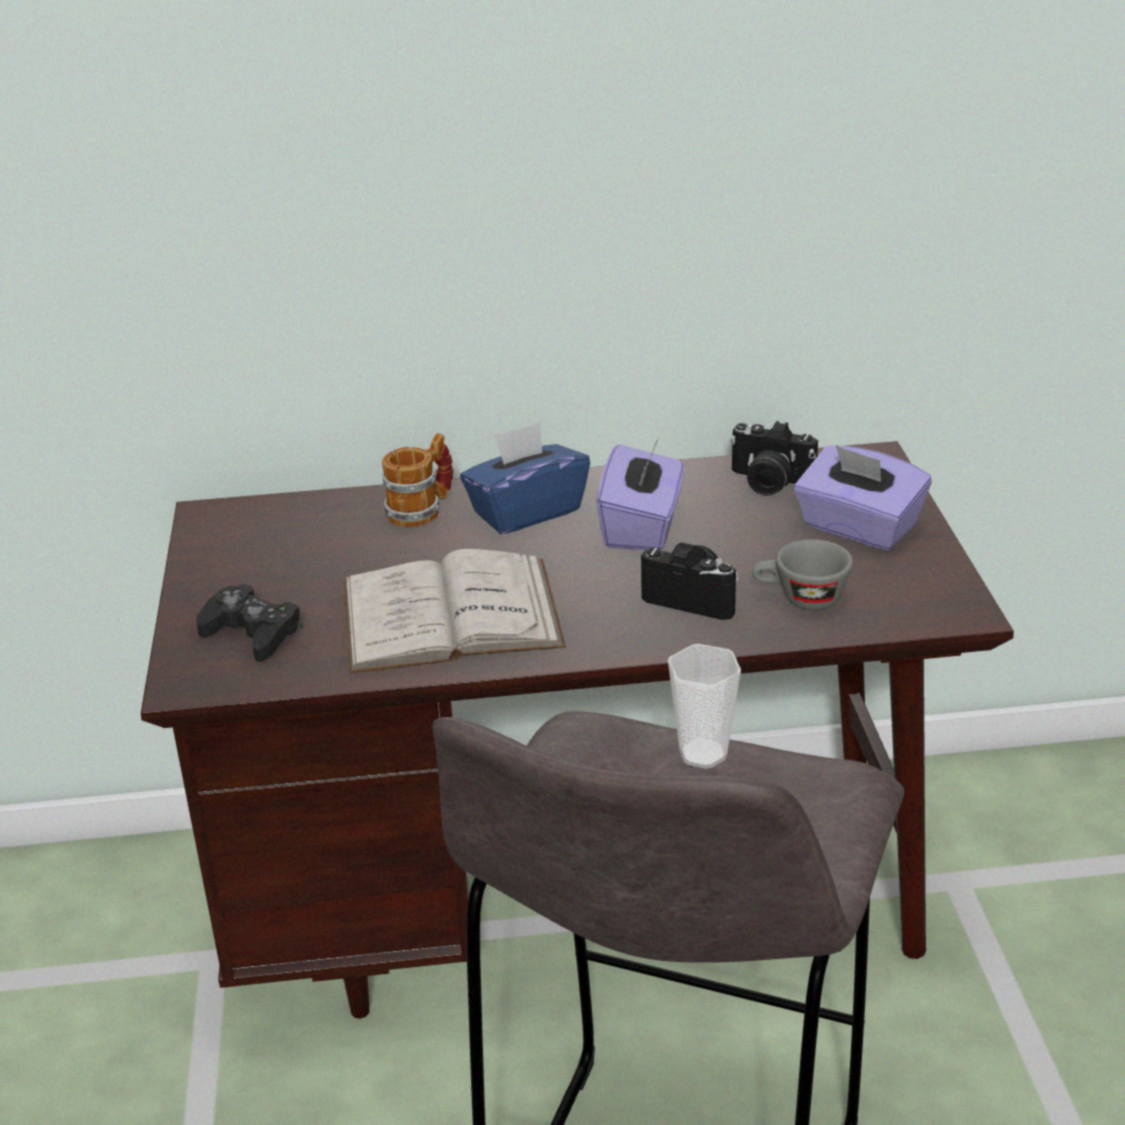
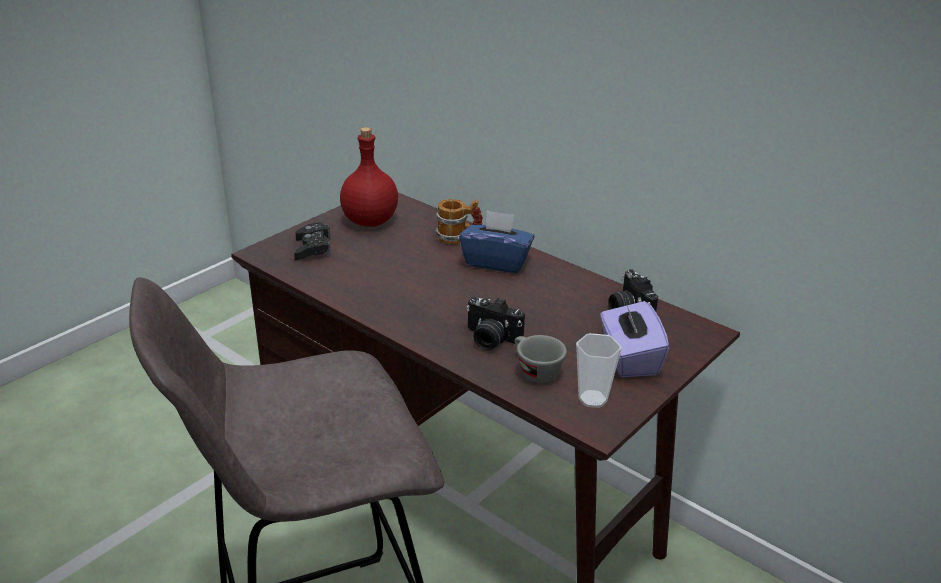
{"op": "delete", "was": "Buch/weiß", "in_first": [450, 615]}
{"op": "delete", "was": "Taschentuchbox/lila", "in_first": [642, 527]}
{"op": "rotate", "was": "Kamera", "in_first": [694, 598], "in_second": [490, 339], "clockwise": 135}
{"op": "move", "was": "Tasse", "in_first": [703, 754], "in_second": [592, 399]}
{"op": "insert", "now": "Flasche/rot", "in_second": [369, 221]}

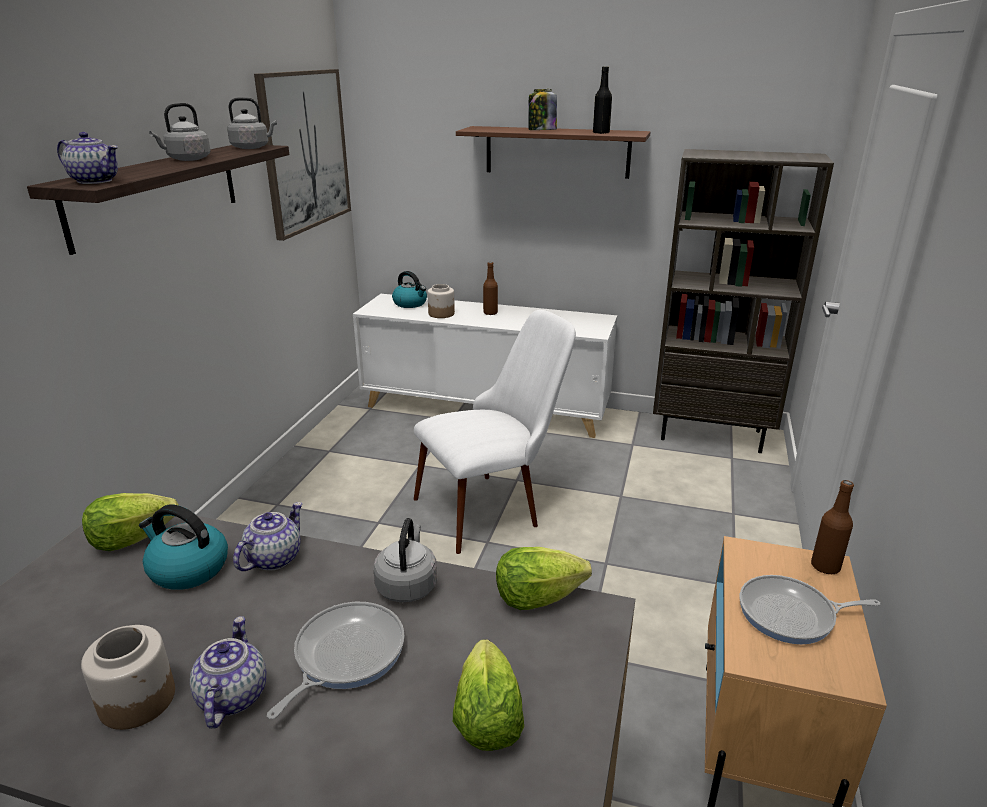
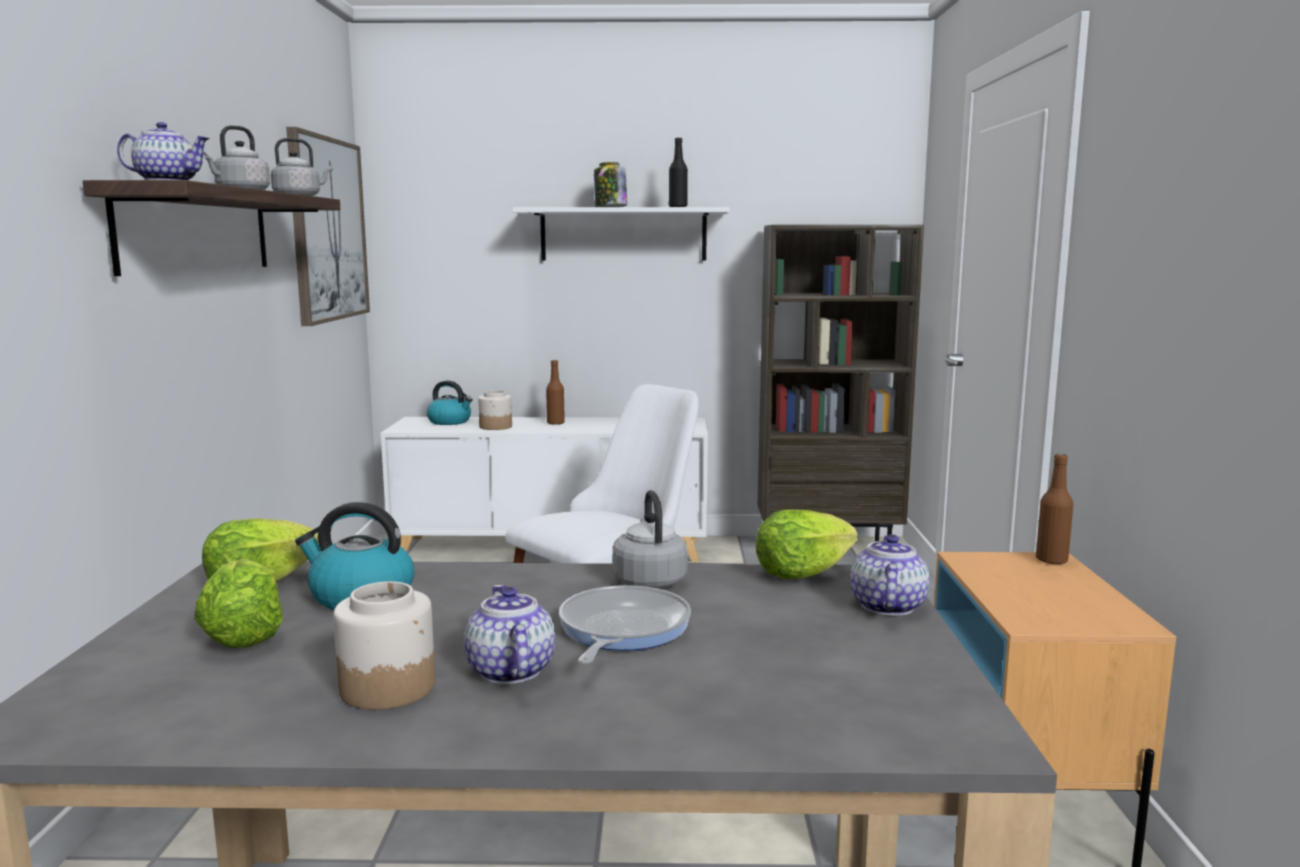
{"op": "move", "was": "Teekanne", "in_first": [274, 558], "in_second": [886, 606]}
{"op": "move", "was": "Salatkopf", "in_first": [487, 719], "in_second": [243, 636]}
{"op": "recolor", "was": "Wandregal/braun", "now": "Wandregal/weiß", "in_first": [557, 152], "in_second": [623, 234]}
{"op": "delete", "was": "Pfanne", "in_first": [791, 615]}

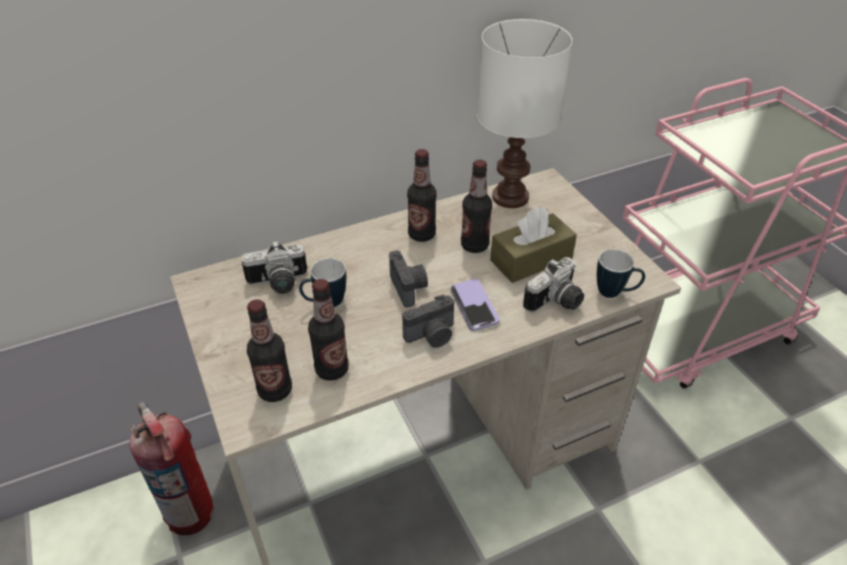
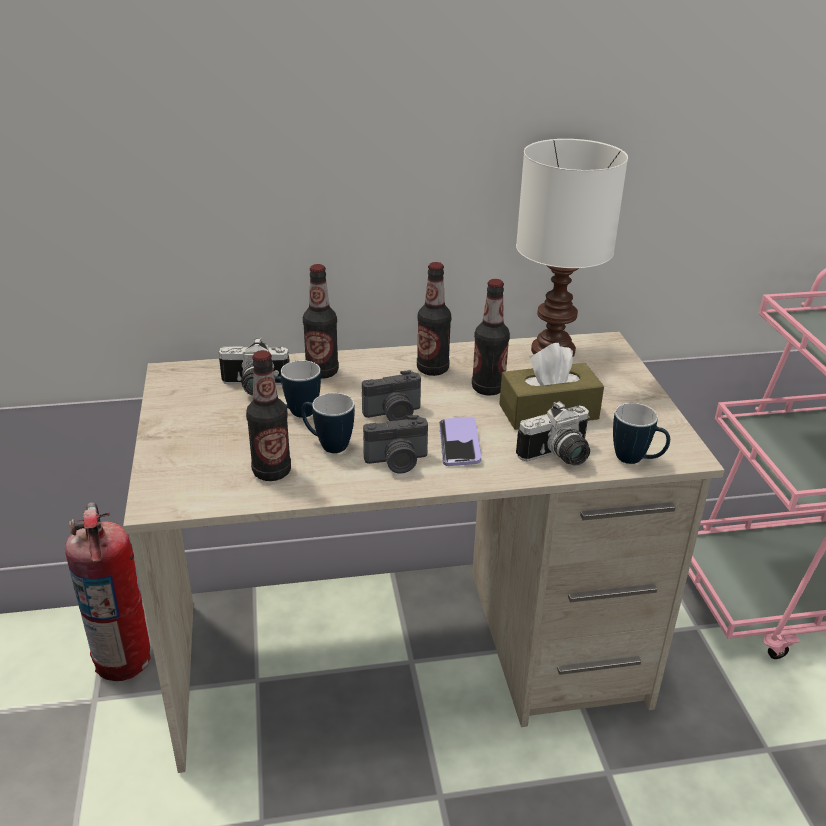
{"op": "move", "was": "Flasche", "in_first": [275, 390], "in_second": [322, 372]}
{"op": "rotate", "was": "Kamera", "in_first": [409, 288], "in_second": [394, 414], "clockwise": 75}
{"op": "insert", "now": "Henkelbecher", "in_second": [327, 445]}

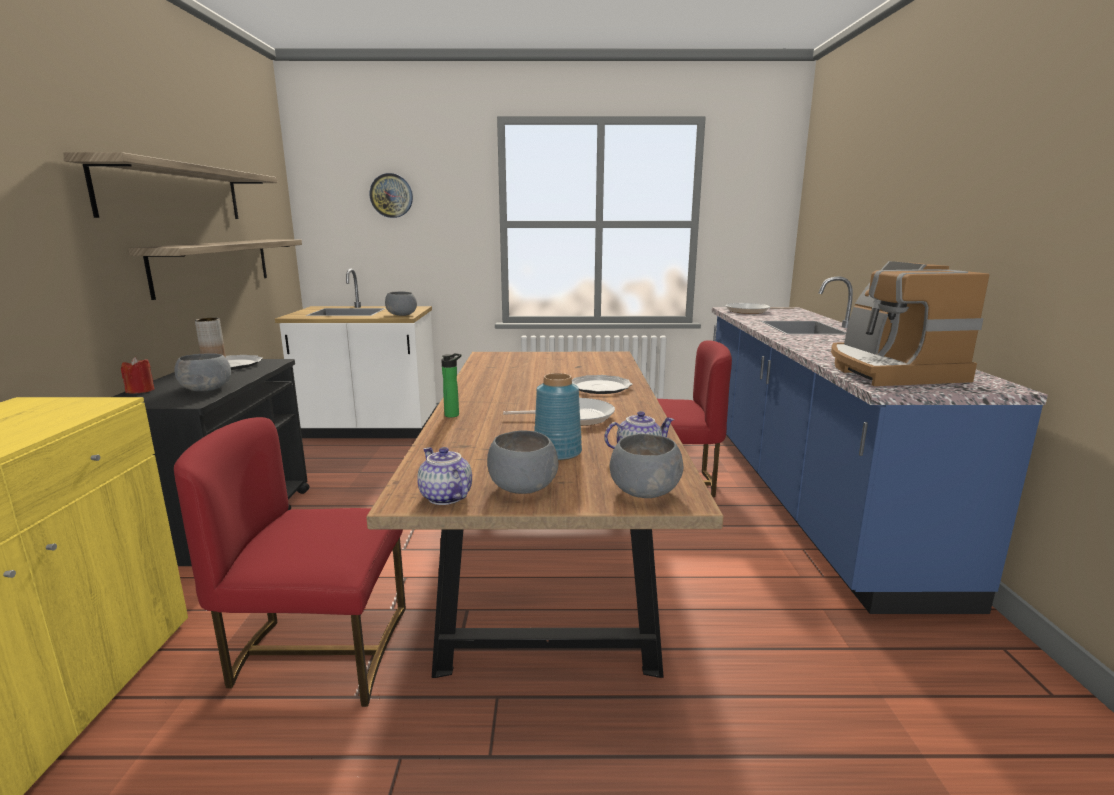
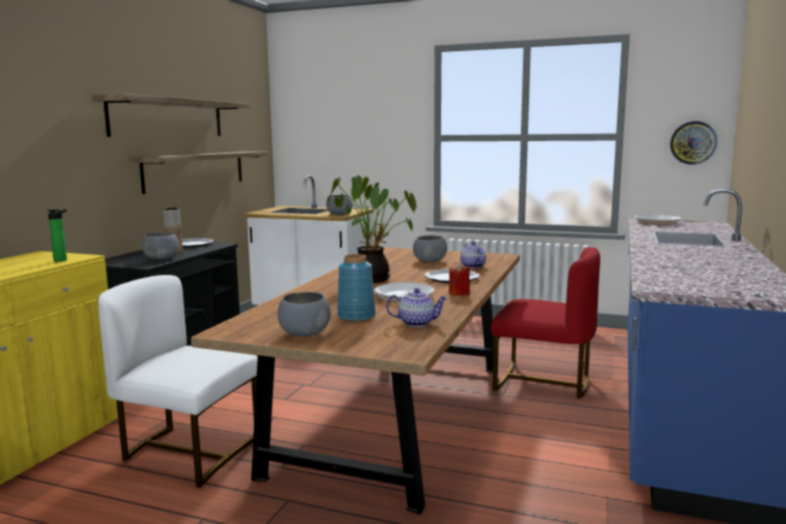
{"op": "move", "was": "Kerze/rot", "in_first": [141, 391], "in_second": [459, 293]}
{"op": "recolor", "was": "Stuhl/rot", "now": "Stuhl/weiß", "in_first": [319, 652], "in_second": [188, 451]}
{"op": "move", "was": "Wanduhr", "in_first": [391, 195], "in_second": [693, 143]}
{"op": "move", "was": "Teekanne", "in_first": [444, 497], "in_second": [472, 266]}
{"op": "move", "was": "Flasche", "in_first": [453, 414], "in_second": [62, 260]}
{"op": "move", "was": "Schüssel/grau", "in_first": [643, 492], "in_second": [429, 261]}
{"op": "delete", "was": "Kaffeemaschine", "in_first": [888, 370]}
{"op": "insert", "now": "Topfpflanze", "in_second": [373, 279]}

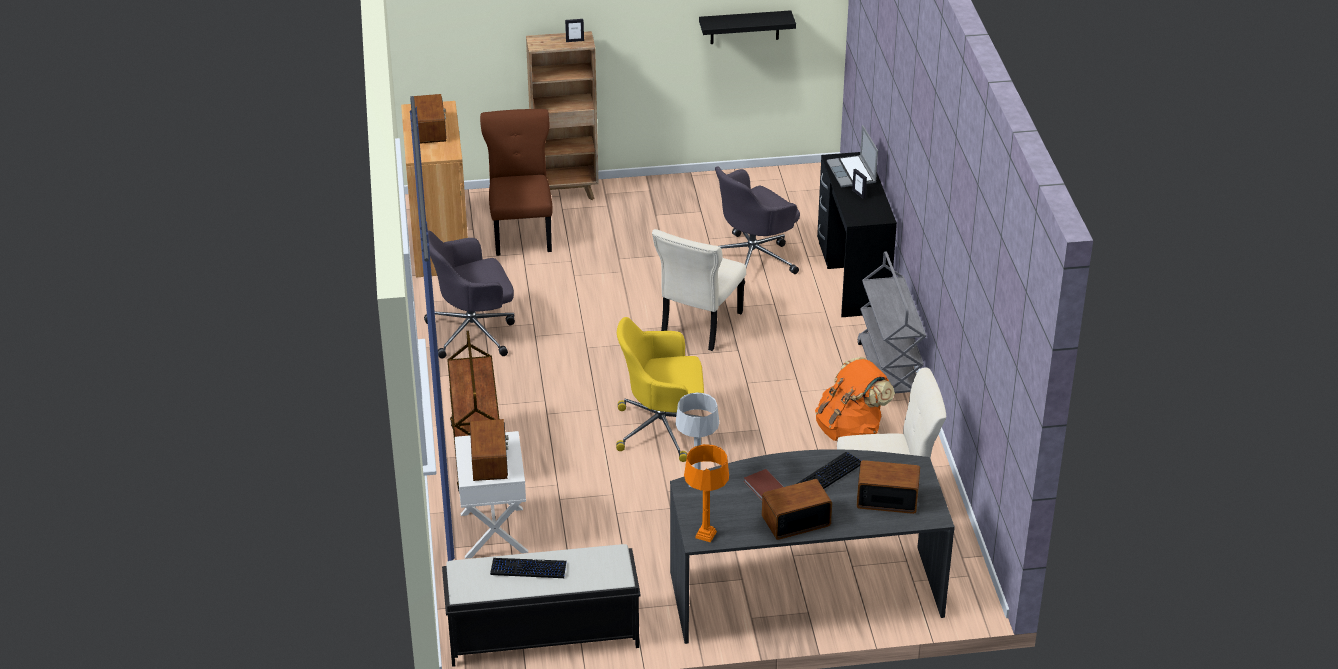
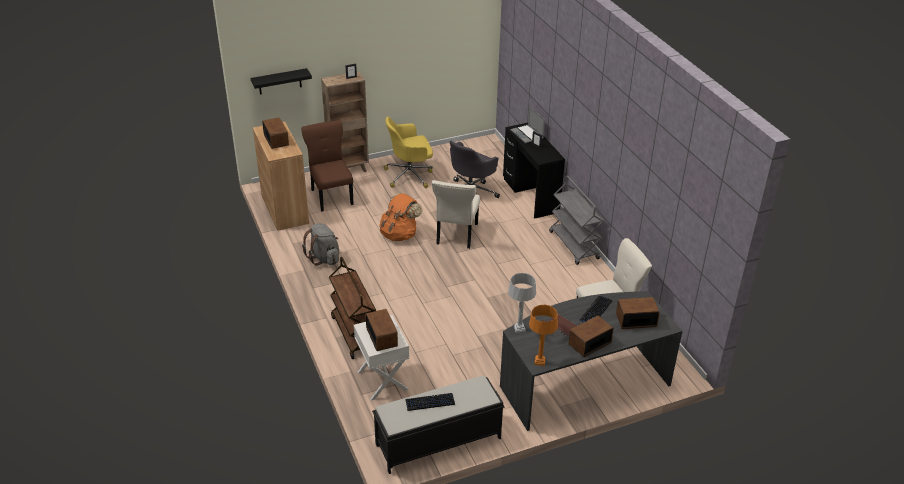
{"op": "replace", "was": "Bürostuhl/grau", "now": "Rucksack/grau", "in_first": [473, 332], "in_second": [324, 258]}
{"op": "move", "was": "Bürostuhl/gelb", "in_first": [662, 429], "in_second": [410, 175]}
{"op": "move", "was": "Wandregal/schwarz", "in_first": [744, 27], "in_second": [280, 81]}
{"op": "move", "was": "Rucksack/orange", "in_first": [851, 430], "in_second": [400, 234]}

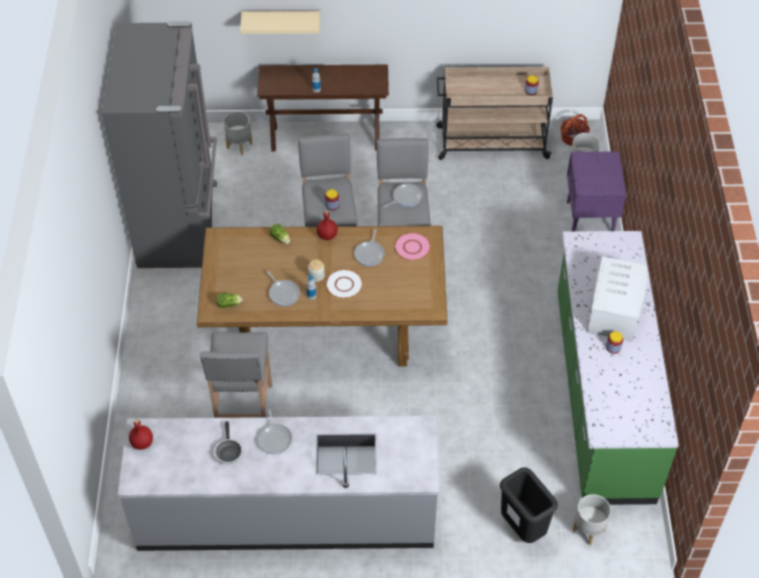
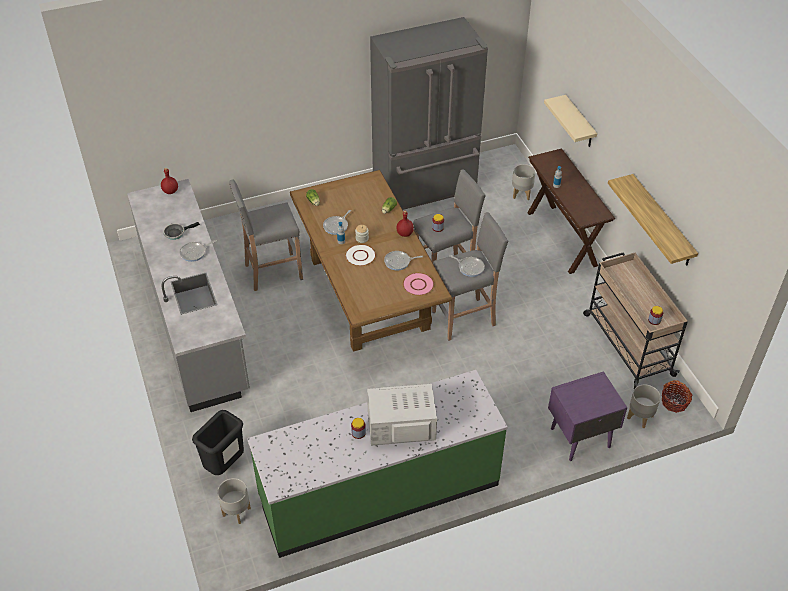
{"op": "insert", "now": "Wandregal", "in_second": [662, 221]}

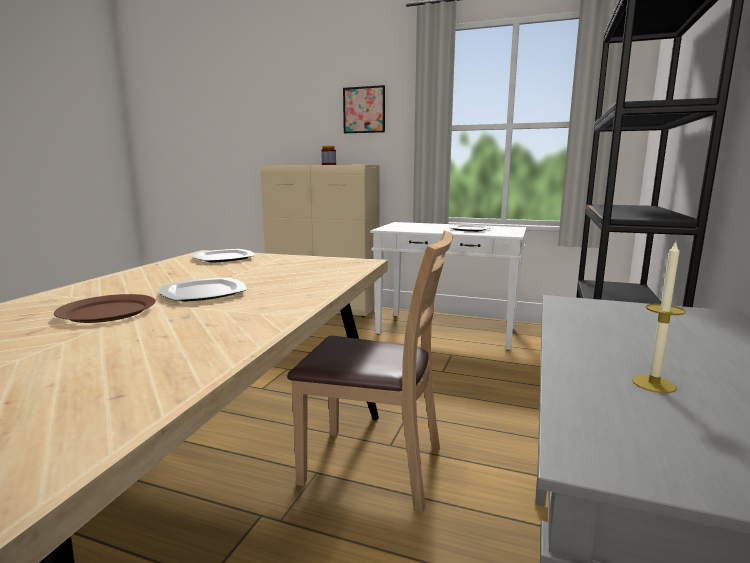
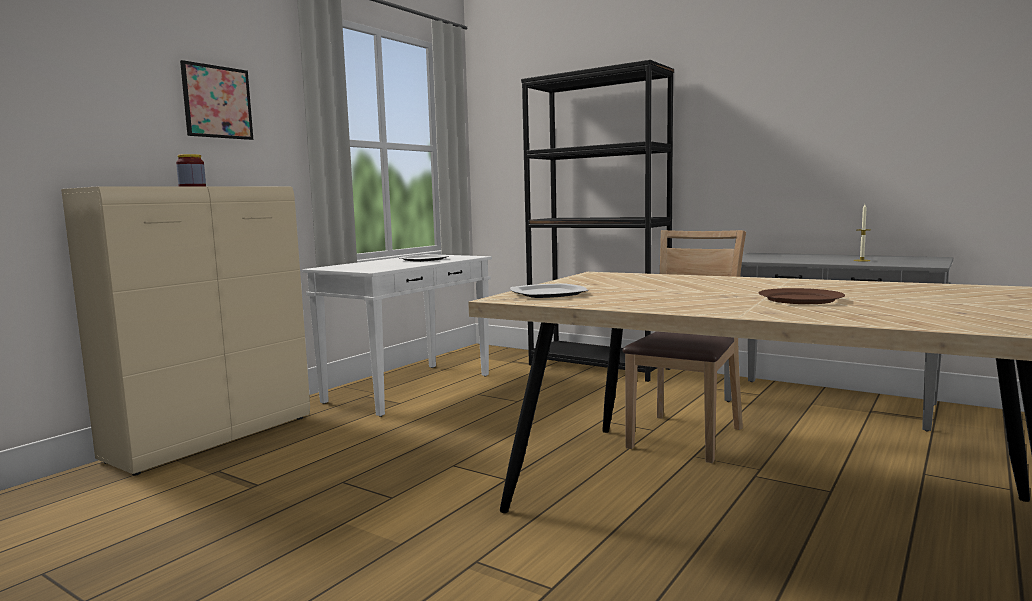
{"op": "delete", "was": "Teller", "in_first": [203, 293]}

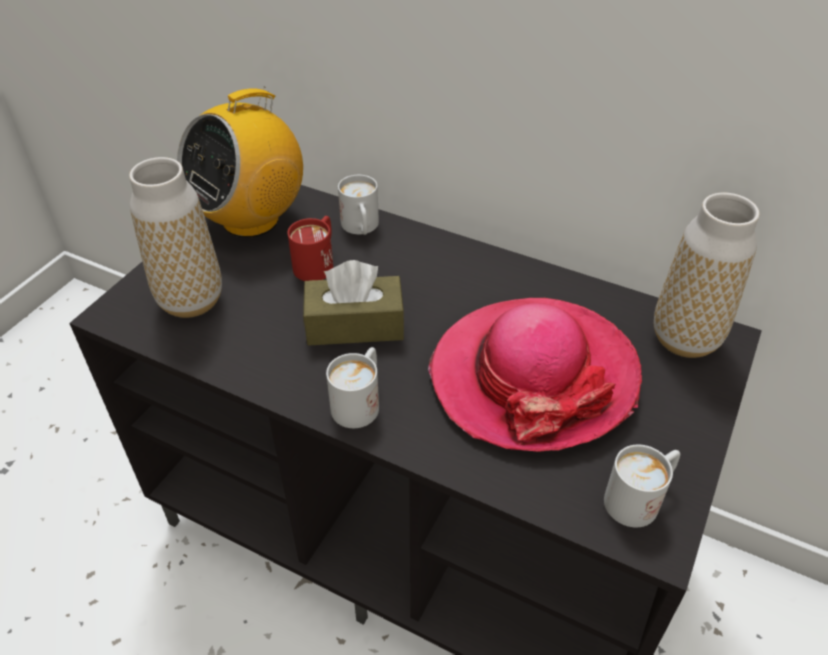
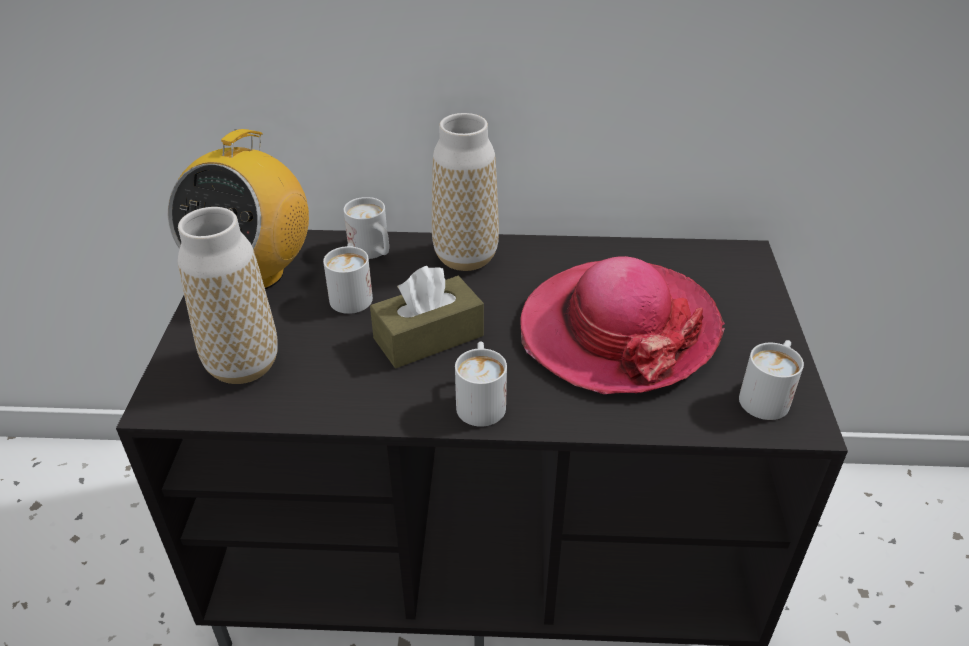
{"op": "recolor", "was": "Henkelbecher/rot", "now": "Henkelbecher/weiß", "in_first": [317, 263], "in_second": [352, 294]}
{"op": "move", "was": "Vase", "in_first": [685, 339], "in_second": [465, 257]}

